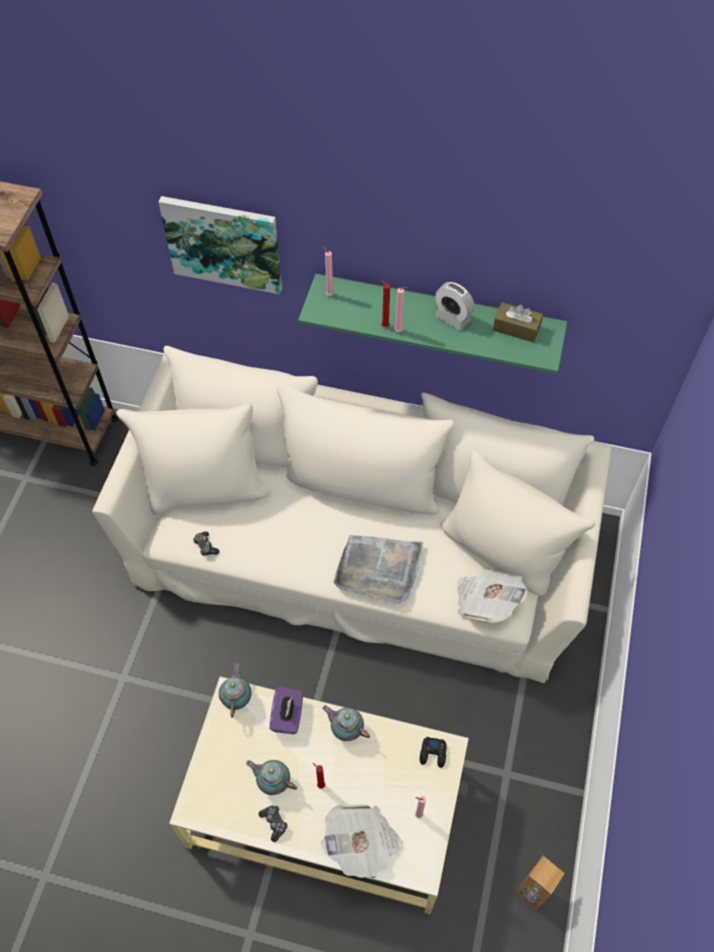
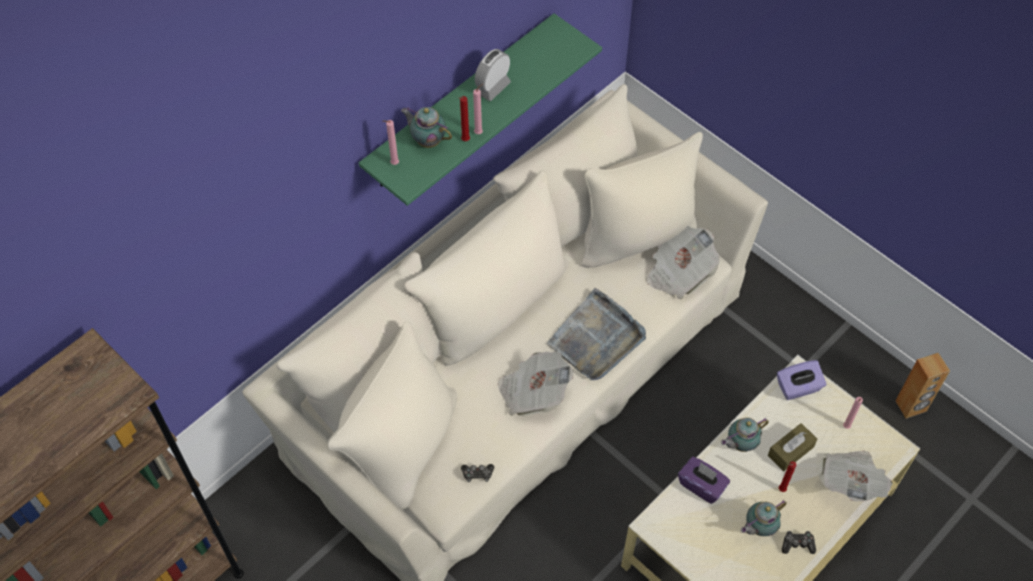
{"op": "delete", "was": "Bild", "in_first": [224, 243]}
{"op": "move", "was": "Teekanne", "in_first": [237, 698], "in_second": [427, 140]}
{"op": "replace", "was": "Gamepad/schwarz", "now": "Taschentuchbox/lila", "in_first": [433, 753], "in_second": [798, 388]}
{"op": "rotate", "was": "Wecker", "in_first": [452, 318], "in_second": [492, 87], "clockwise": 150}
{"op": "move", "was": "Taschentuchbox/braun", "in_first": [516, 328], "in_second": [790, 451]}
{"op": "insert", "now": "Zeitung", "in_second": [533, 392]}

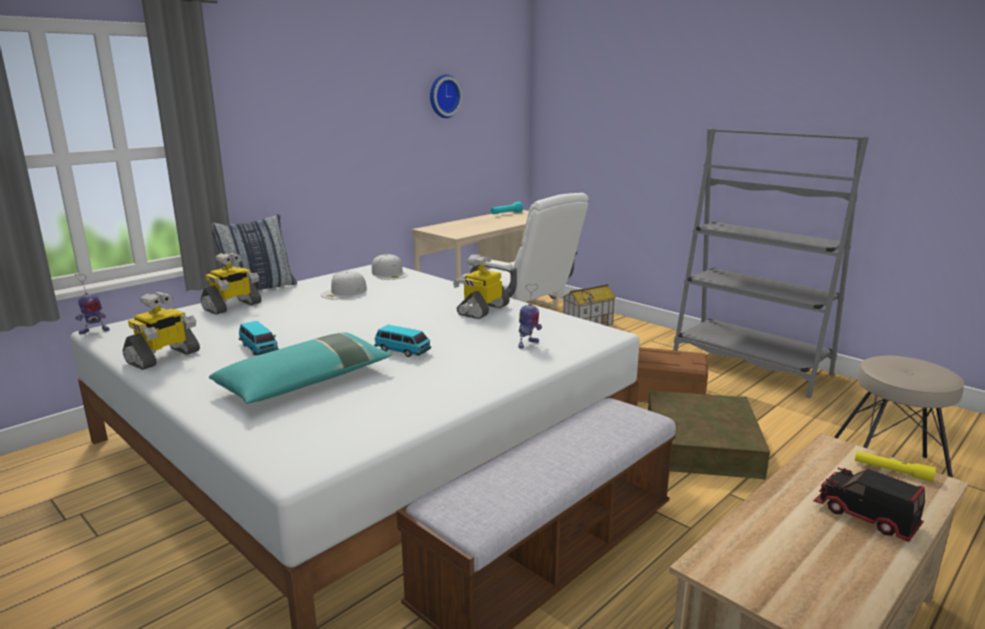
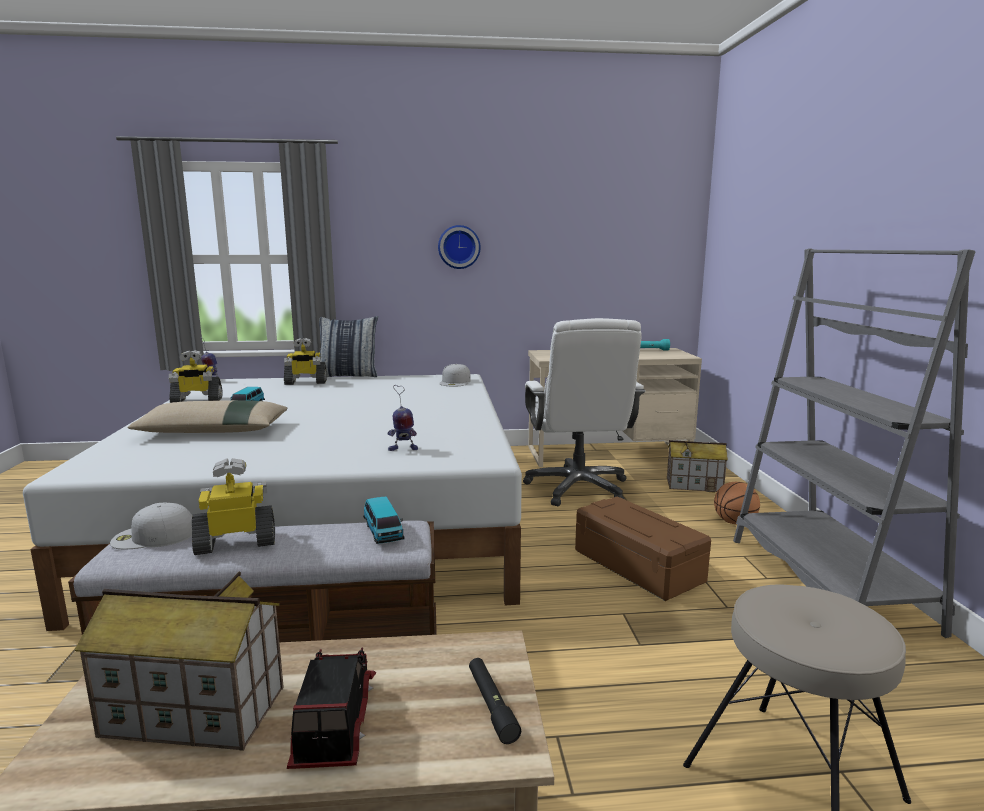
{"op": "recolor", "was": "Kissen/türkis", "now": "Kissen/beige", "in_first": [306, 381], "in_second": [213, 431]}
{"op": "move", "was": "Kappe/weiß", "in_first": [344, 292], "in_second": [153, 536]}
{"op": "move", "was": "Spielzeugauto", "in_first": [403, 351], "in_second": [383, 532]}
{"op": "move", "was": "Wanduhr", "in_first": [443, 96], "in_second": [459, 247]}
{"op": "move", "was": "Spielzeugroboter", "in_first": [482, 310], "in_second": [237, 542]}
{"op": "delete", "was": "Aufbewahrungsbox/braun", "in_first": [701, 444]}
{"op": "recolor", "was": "Taschenlampe/gelb", "now": "Taschenlampe/schwarz", "in_first": [892, 471], "in_second": [491, 705]}
{"op": "insert", "now": "Spielzeughaus", "in_second": [192, 711]}
{"op": "insert", "now": "Basketball", "in_second": [734, 522]}

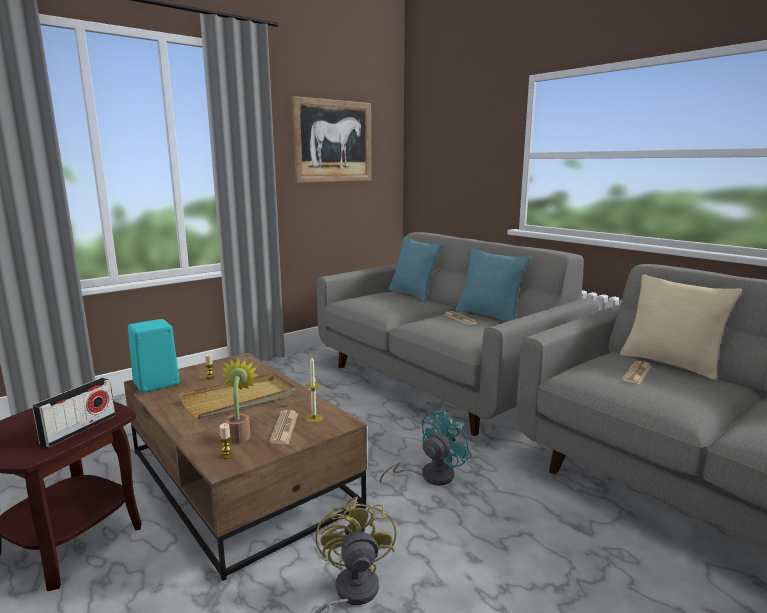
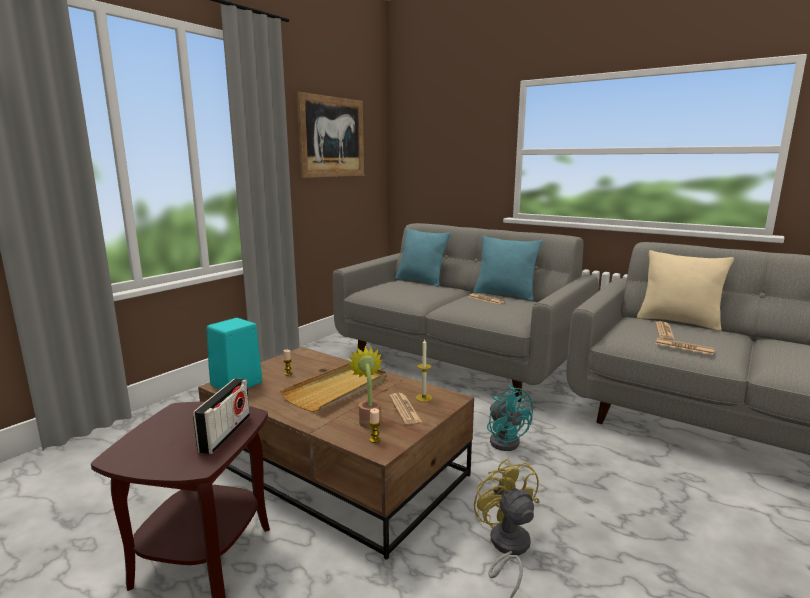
{"op": "rotate", "was": "Ventilator/türkis", "in_first": [430, 476], "in_second": [505, 440], "clockwise": 120}
{"op": "insert", "now": "Zeitung", "in_second": [684, 347]}

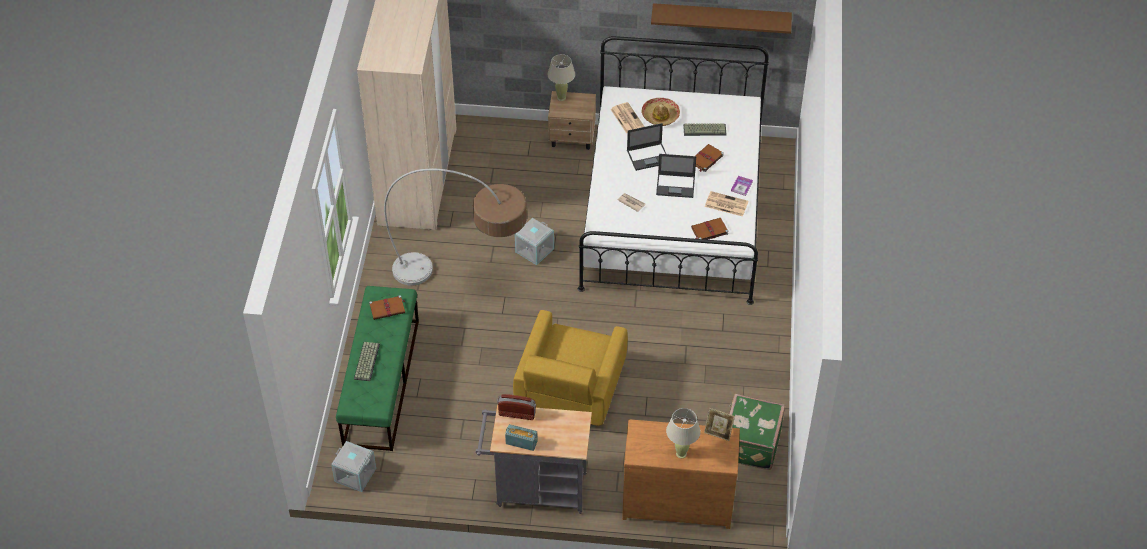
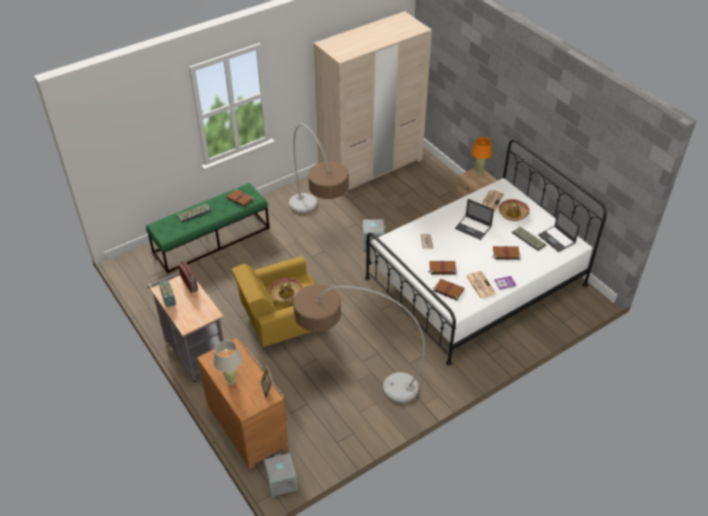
{"op": "move", "was": "Aufbewahrungsbox/grau", "in_first": [354, 475], "in_second": [280, 481]}
{"op": "recolor", "was": "Tischlampe/beige", "now": "Tischlampe/orange", "in_first": [561, 98], "in_second": [479, 172]}
{"op": "delete", "was": "Wandregal/braun", "in_first": [721, 17]}
{"op": "move", "was": "Laptop", "in_first": [676, 185], "in_second": [557, 239]}
{"op": "delete", "was": "Koffer/grün", "in_first": [749, 444]}
{"op": "insert", "now": "Hut", "in_second": [286, 293]}
{"op": "insert", "now": "Stehlampe", "in_second": [353, 379]}
{"op": "insert", "now": "Buch/braun", "in_second": [442, 268]}

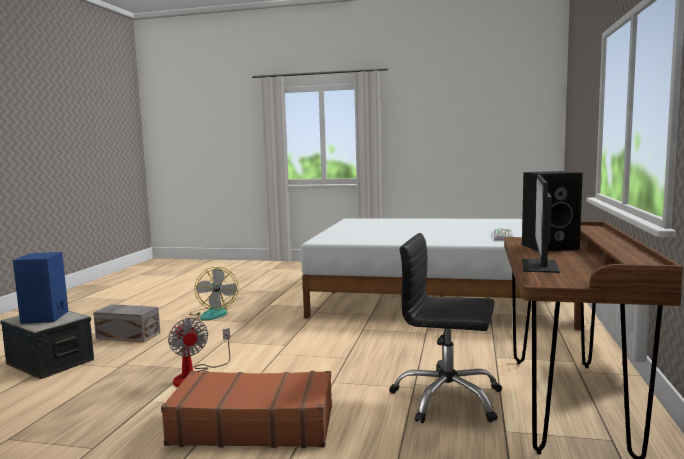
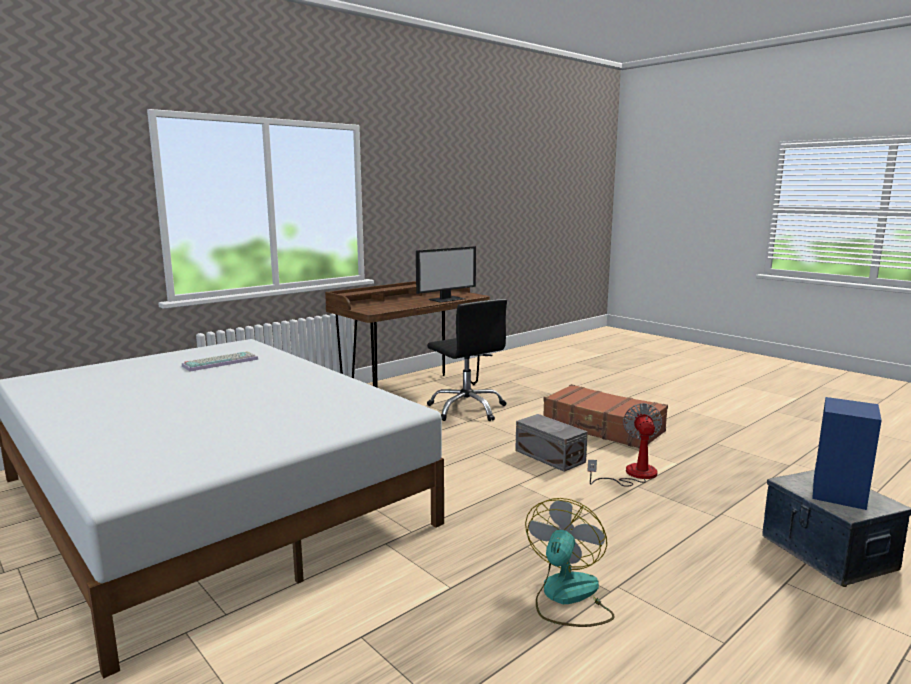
{"op": "move", "was": "Aufbewahrungsbox/grau", "in_first": [128, 335], "in_second": [550, 457]}
{"op": "delete", "was": "Lautsprecher/schwarz", "in_first": [550, 246]}

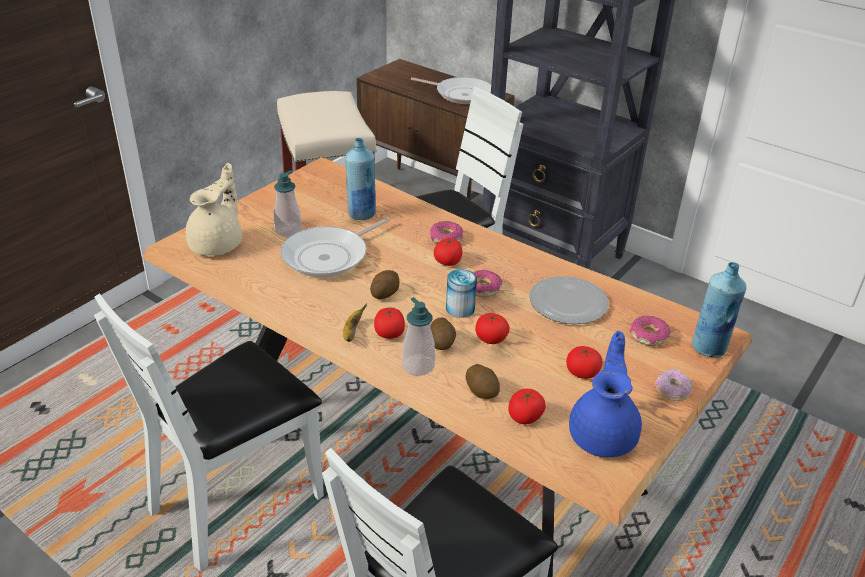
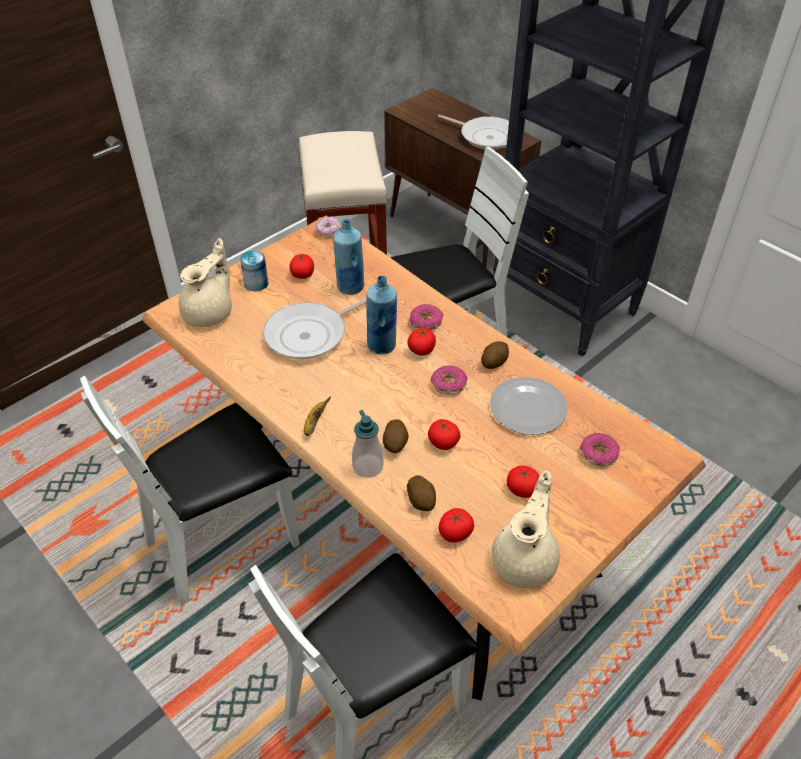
{"op": "delete", "was": "Seifenspender", "in_first": [288, 230]}
{"op": "move", "was": "Kartoffel", "in_first": [385, 293], "in_second": [494, 362]}
{"op": "move", "was": "Tomate", "in_first": [389, 333], "in_second": [302, 274]}
{"op": "move", "was": "Dose", "in_first": [460, 308], "in_second": [256, 283]}
{"op": "recolor", "was": "Teekanne/blau", "now": "Teekanne/beige", "in_first": [603, 434], "in_second": [525, 560]}
{"op": "move", "was": "Donut", "in_first": [672, 391], "in_second": [328, 232]}
{"op": "move", "was": "Flasche/blau", "in_first": [709, 348], "in_second": [382, 345]}

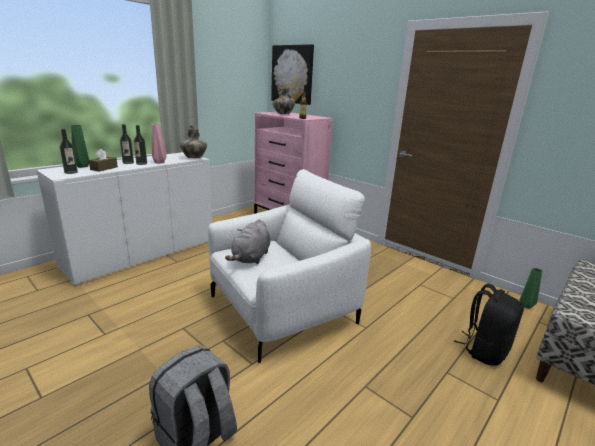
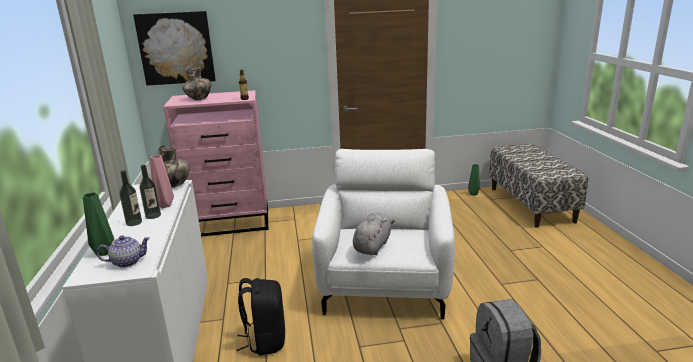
{"op": "replace", "was": "Flasche", "now": "Teekanne", "in_first": [71, 172], "in_second": [127, 262]}
{"op": "delete", "was": "Taschentuchbox/braun", "in_first": [104, 168]}
{"op": "rotate", "was": "Plüschtier/grau", "in_first": [251, 258], "in_second": [373, 246], "clockwise": -120}
{"op": "move", "was": "Rucksack/schwarz", "in_first": [484, 350], "in_second": [265, 340]}

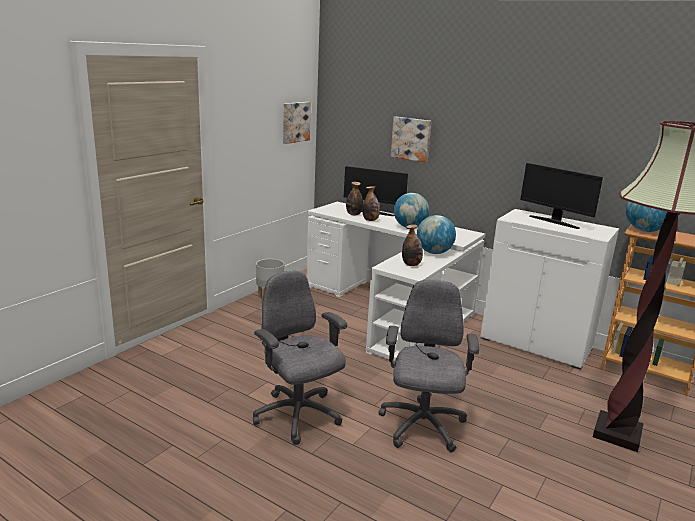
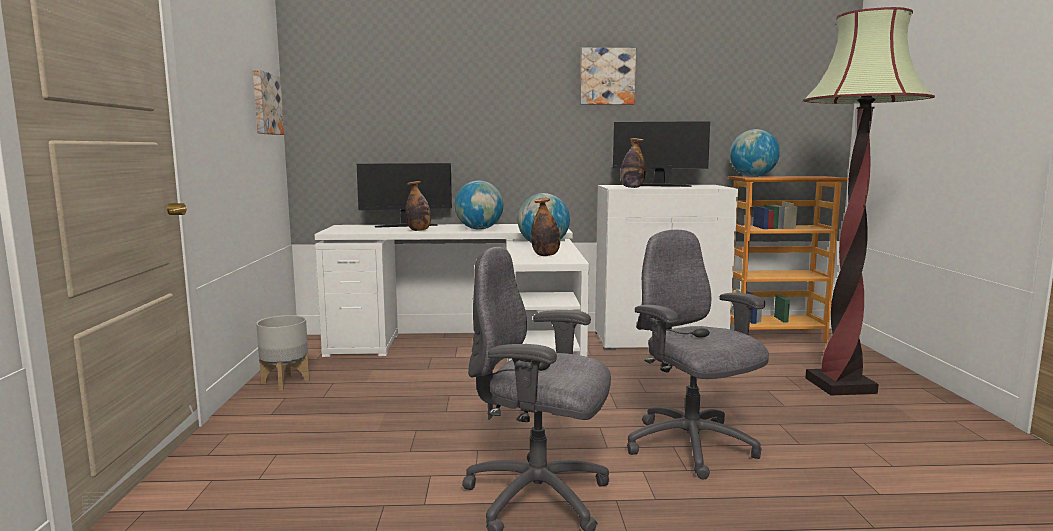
{"op": "move", "was": "Flasche", "in_first": [353, 214], "in_second": [632, 187]}
{"op": "move", "was": "Bild", "in_first": [411, 139], "in_second": [607, 76]}

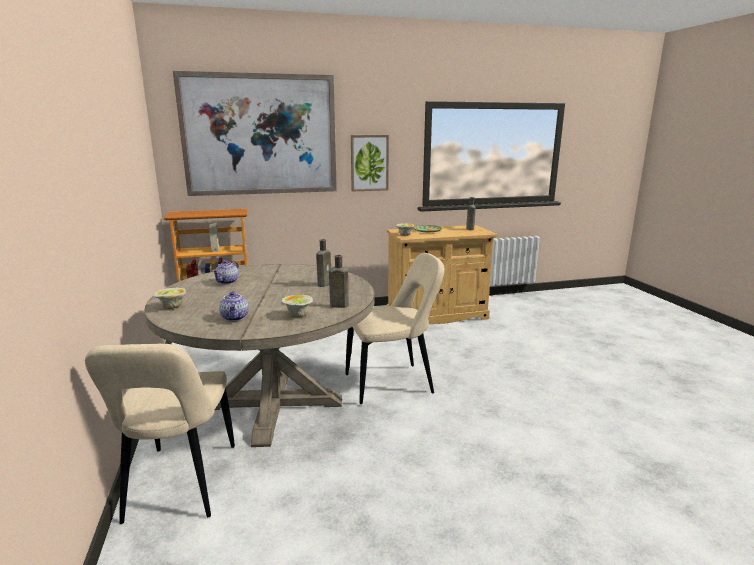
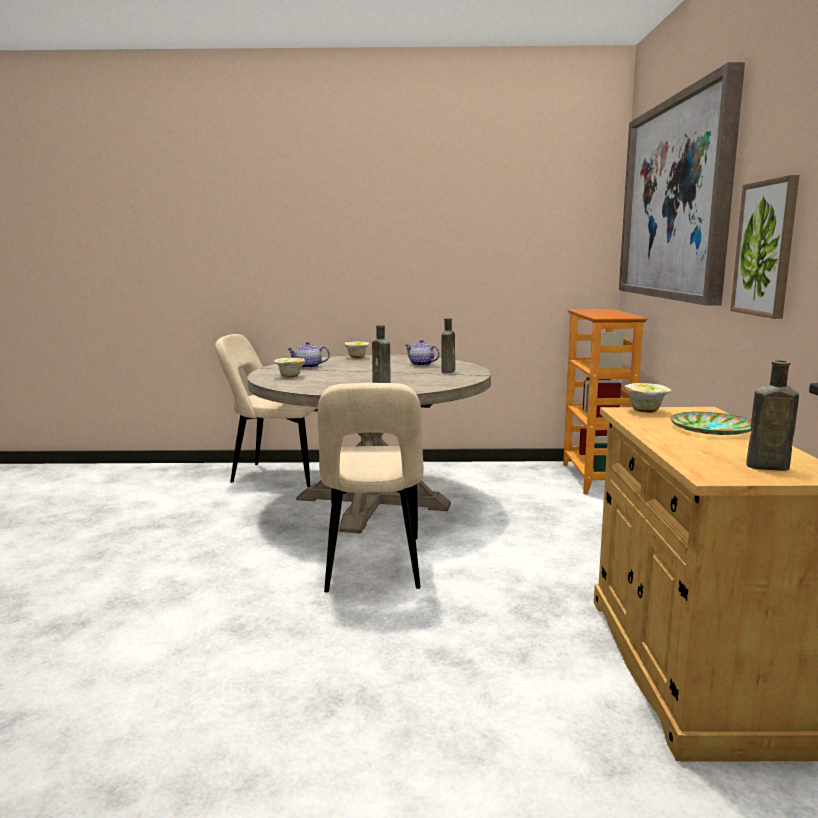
{"op": "move", "was": "Flasche/braun", "in_first": [337, 305], "in_second": [448, 371]}

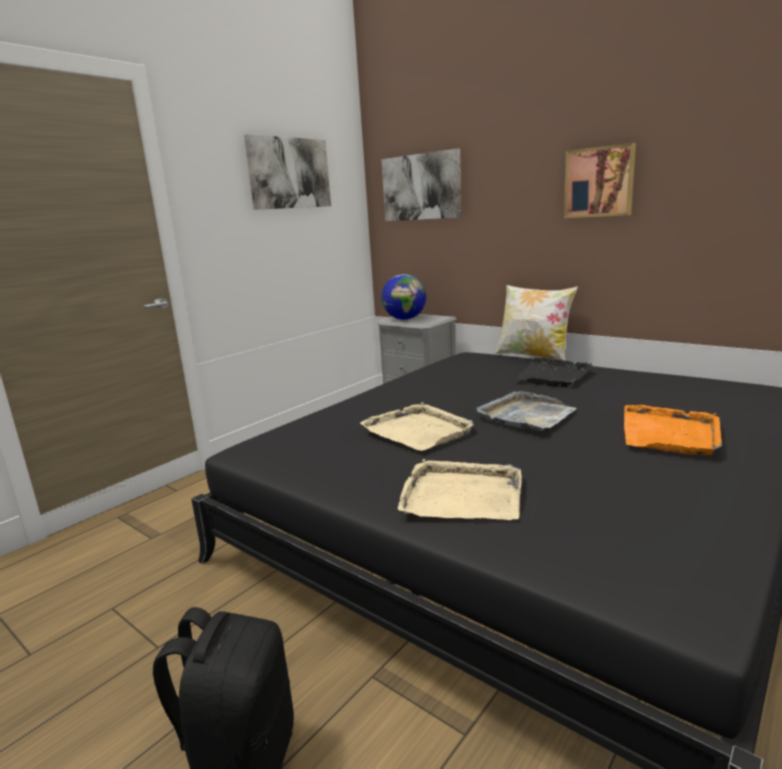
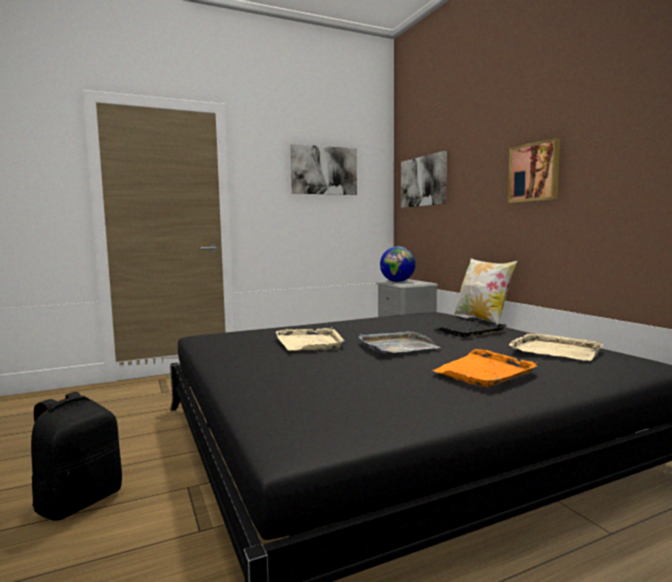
{"op": "move", "was": "Tablett/beige", "in_first": [461, 495], "in_second": [555, 350]}

